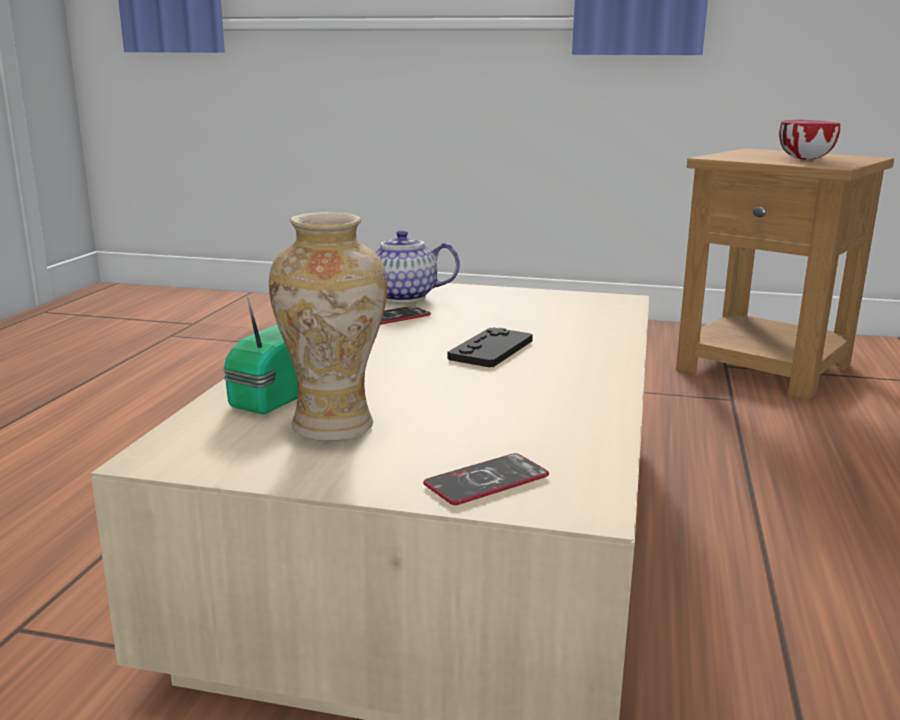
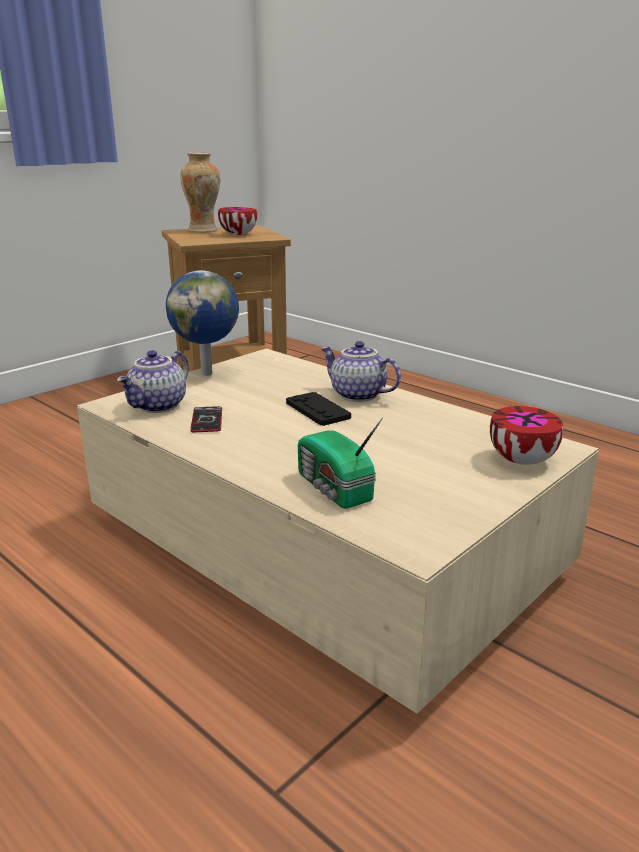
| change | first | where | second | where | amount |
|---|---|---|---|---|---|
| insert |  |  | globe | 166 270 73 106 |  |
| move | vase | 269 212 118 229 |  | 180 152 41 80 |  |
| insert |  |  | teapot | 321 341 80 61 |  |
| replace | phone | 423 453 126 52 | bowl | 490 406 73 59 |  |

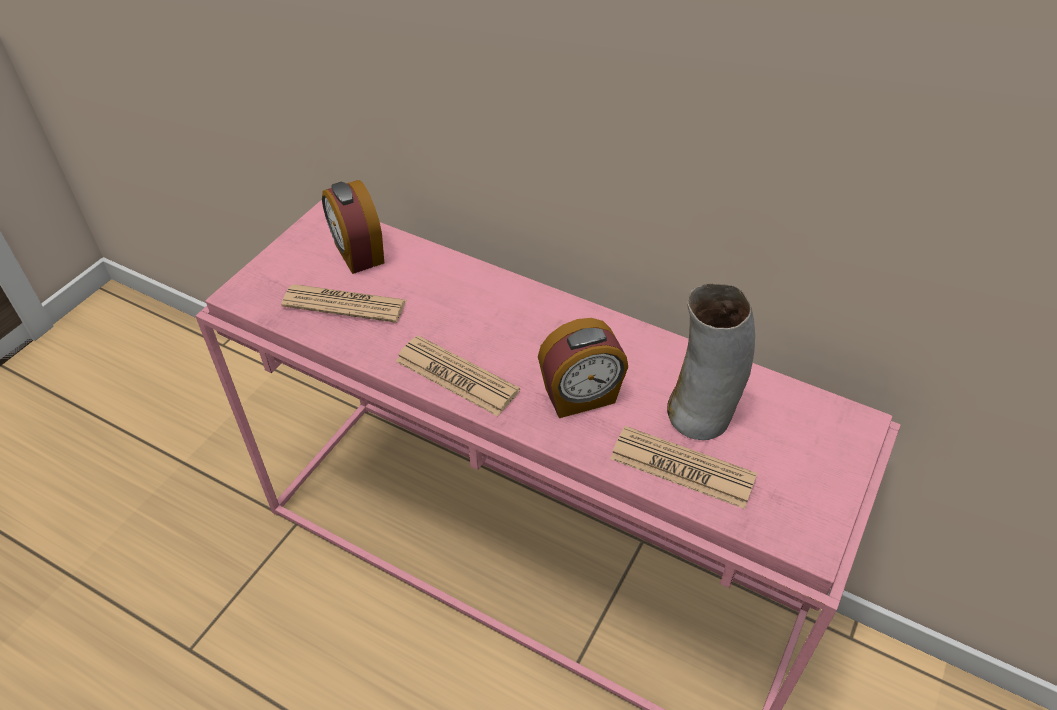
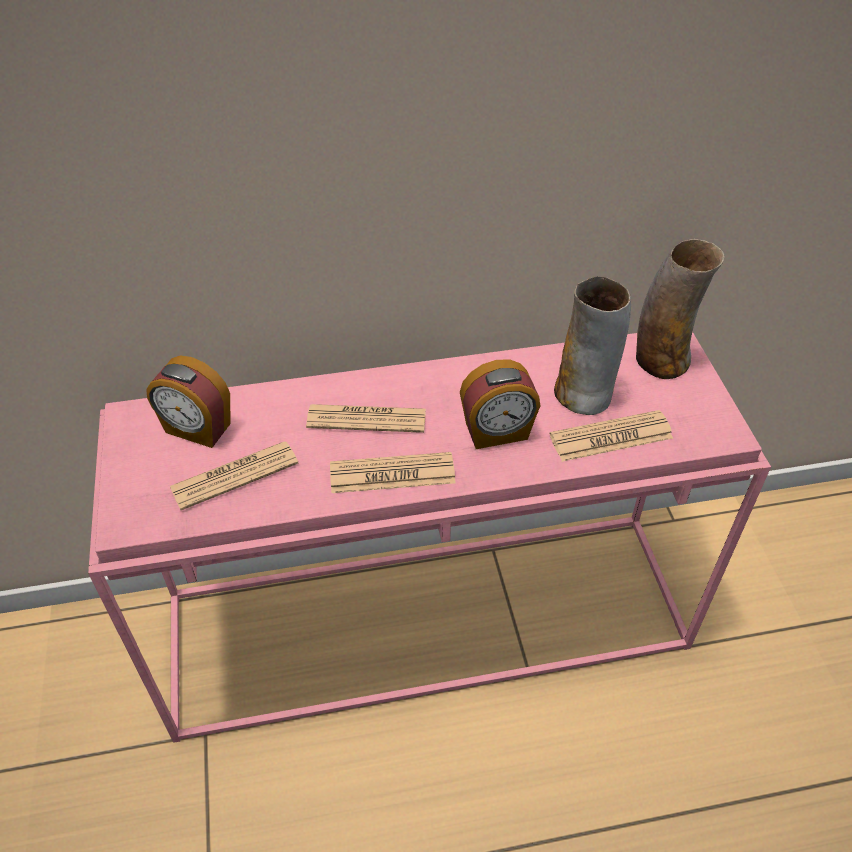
| change | first | where | second | where | amount |
|---|---|---|---|---|---|
| insert |  |  | newspaper | 306 404 120 29 |  |
| rotate | alarm clock | 538 318 90 100 |  | 460 359 80 90 | 45 degrees clockwise |
| insert |  |  | vase | 636 239 88 140 |  |

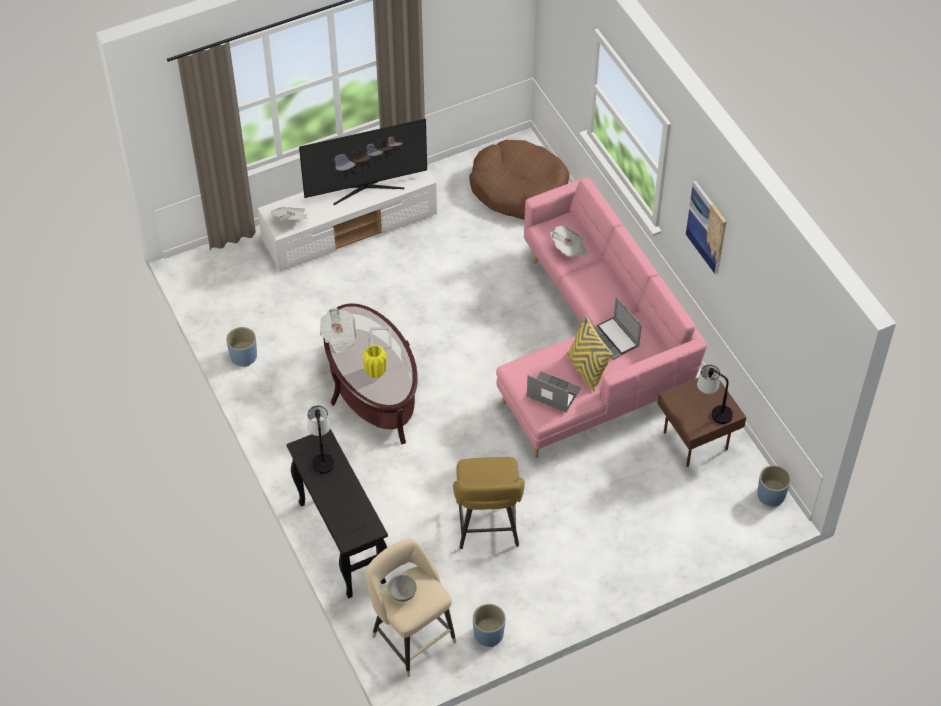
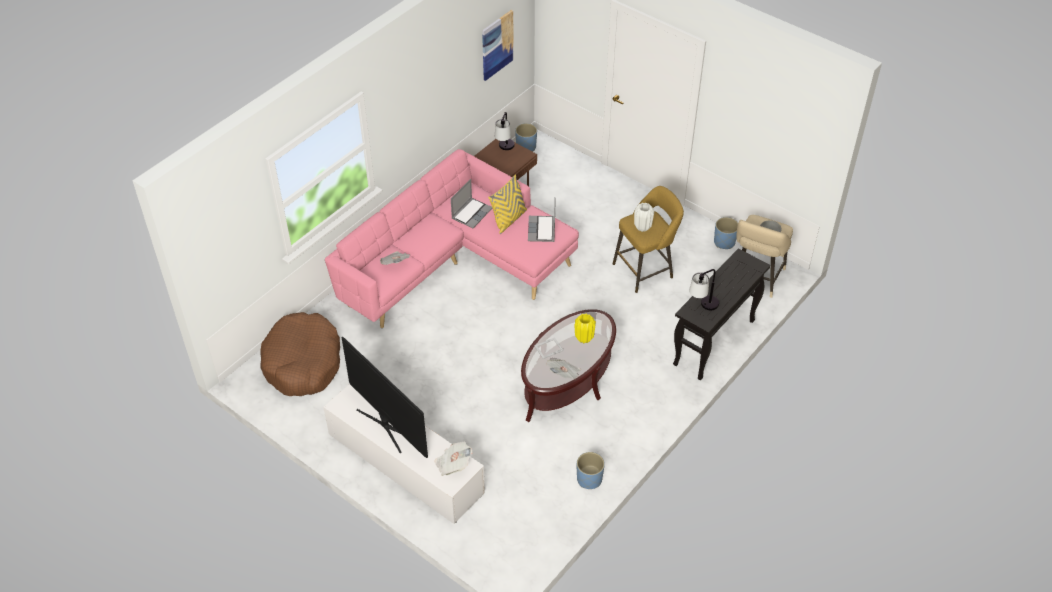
| change | first | where | second | where | amount |
|---|---|---|---|---|---|
| move | picture | 686 181 41 94 |  | 482 10 32 71 |  |
| insert |  |  | vase (white) | 634 203 20 29 |  |

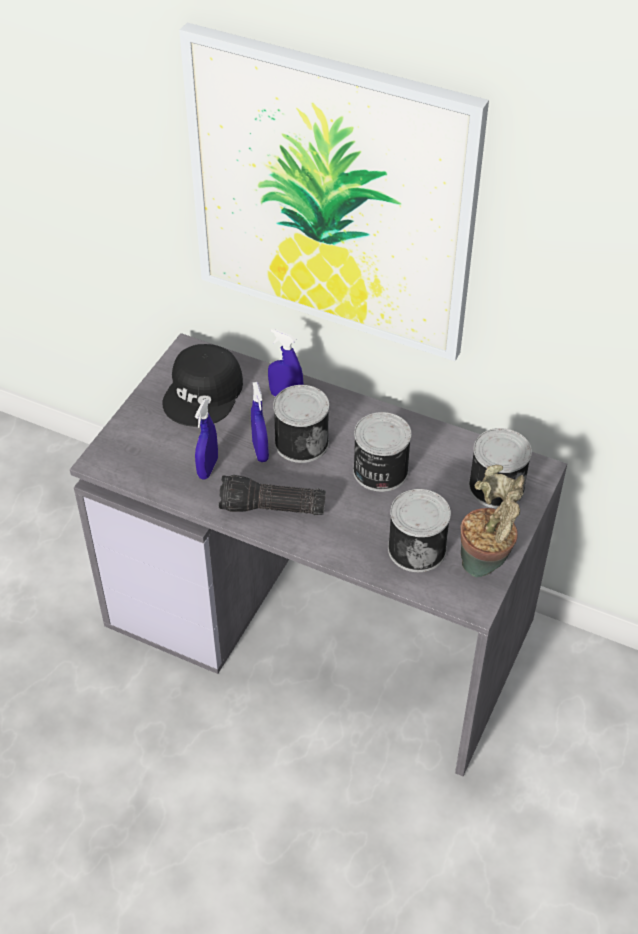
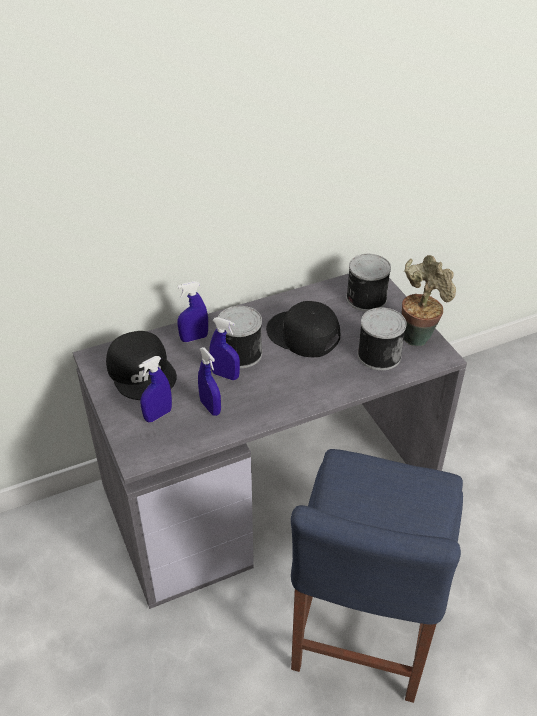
| change | first | where | second | where | amount |
|---|---|---|---|---|---|
| insert |  |  | spray bottle (blue) | 138 356 34 66 |  |
| replace | can | 353 412 59 80 | cap (black) | 266 301 74 56 |  |
| insert |  |  | chair (blue) | 291 449 172 254 |  |
| delete | picture | 179 23 310 338 |  |  |  |
| delete | flashlight | 219 475 107 40 |  |  |  |

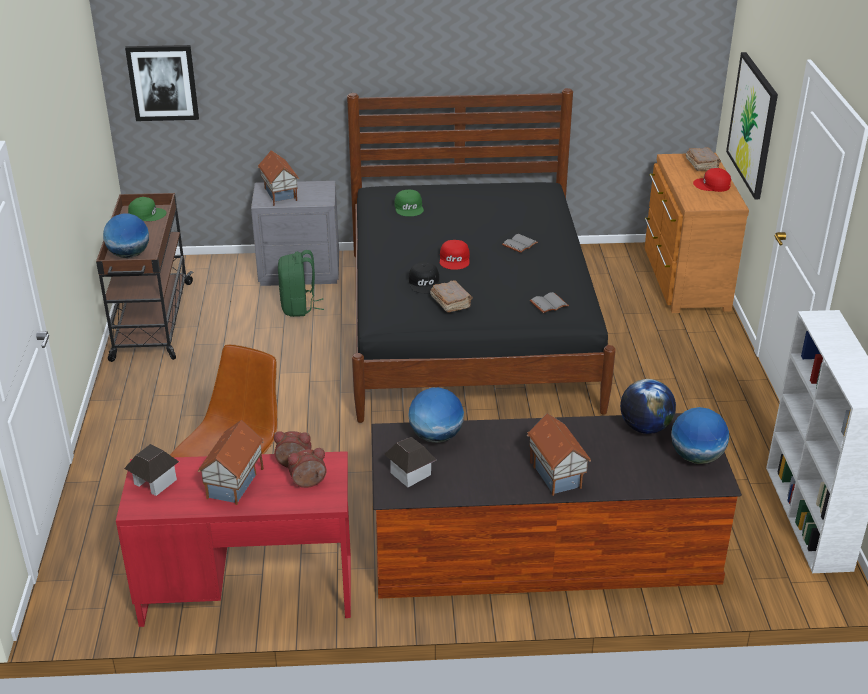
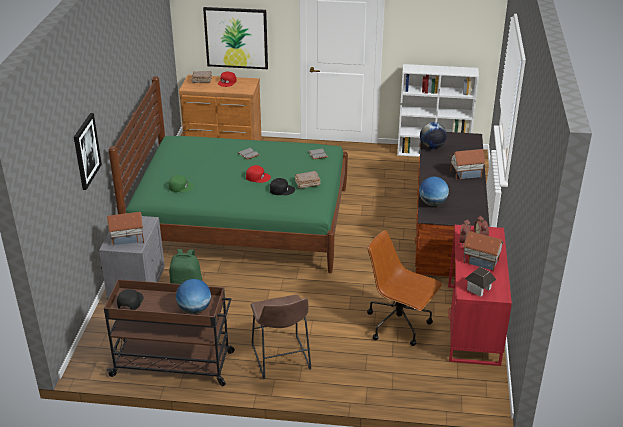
| change | first | where | second | where | amount |
|---|---|---|---|---|---|
| move | picture | 125 45 74 76 |  | 74 113 28 77 |  |
| recolor | bed (black) | 347 88 269 335 | bed (green) | 108 76 240 197 |  |
| recolor | cap (green) | 128 197 38 24 | cap (black) | 117 289 26 21 |  |
| insert |  |  | stool (brown) | 251 295 60 84 |  |
| delete | toy house | 384 437 52 50 |  |  |  |
| delete | globe | 671 407 58 57 |  |  |  |

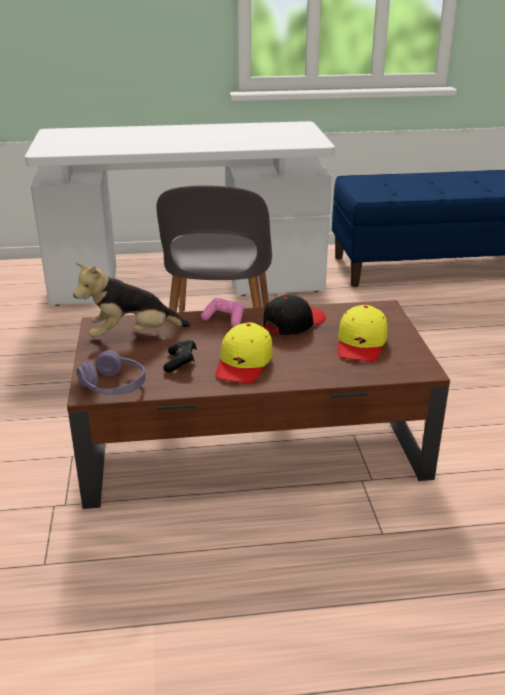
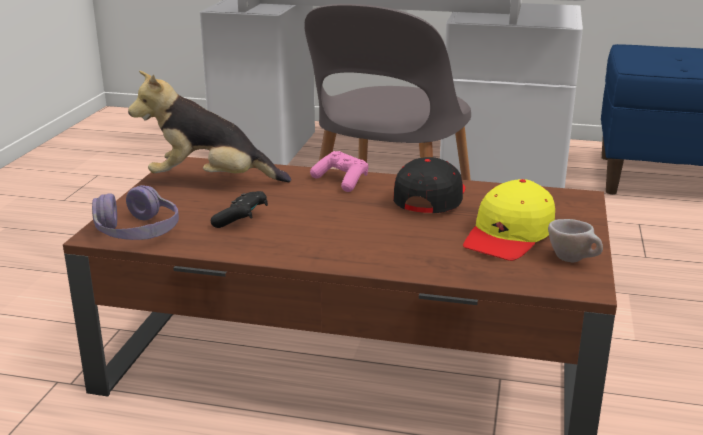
| change | first | where | second | where | amount |
|---|---|---|---|---|---|
| rotate | cap (black) | 263 295 63 40 |  | 393 157 72 56 | 45 degrees counterclockwise |
| insert |  |  | cup (beige) | 548 219 55 43 |  |
| delete | cap (yellow) | 215 322 58 61 |  |  |  |

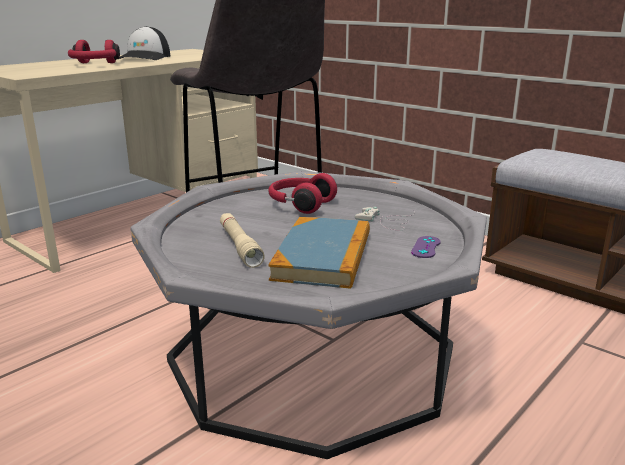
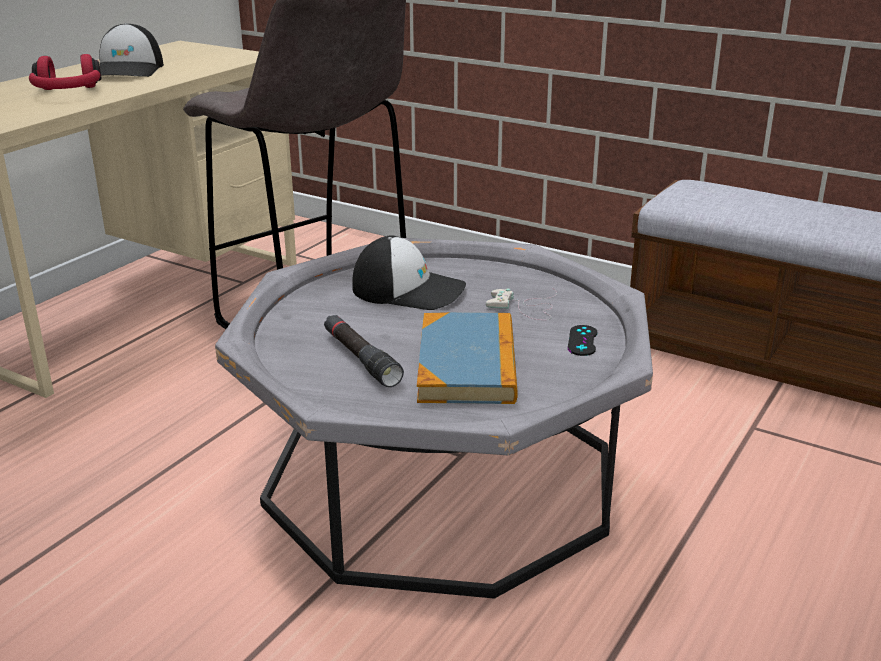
| change | first | where | second | where | amount |
|---|---|---|---|---|---|
| recolor | flashlight (beige) | 220 213 45 55 | flashlight (black) | 324 315 80 72 |  |
| replace | headphones (red) | 268 173 69 41 | cap | 352 235 114 75 |  |
| recolor | game controller (purple) | 411 236 30 22 | game controller (black) | 568 325 30 31 |  |

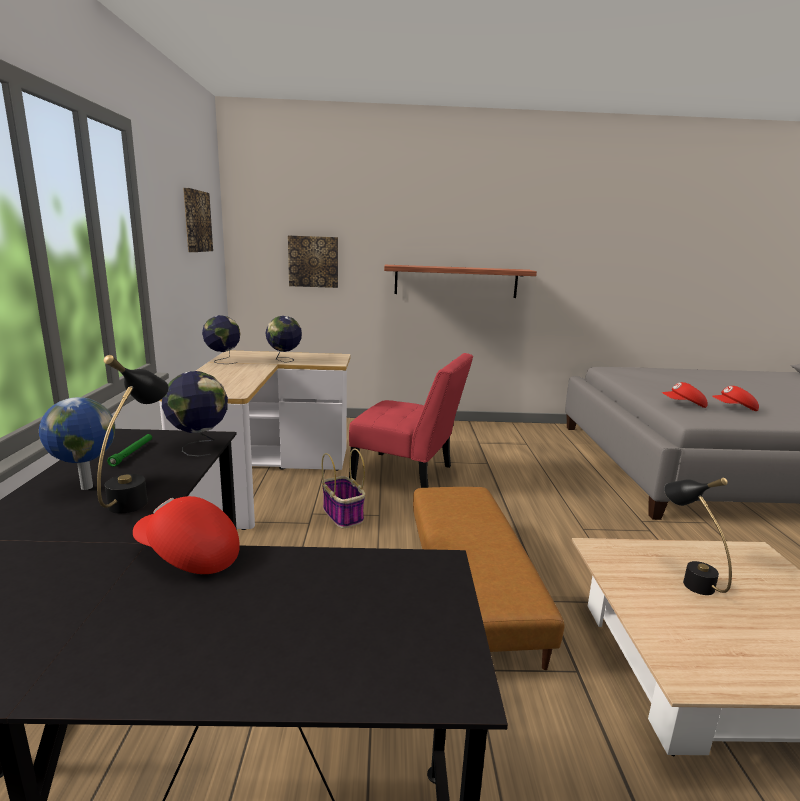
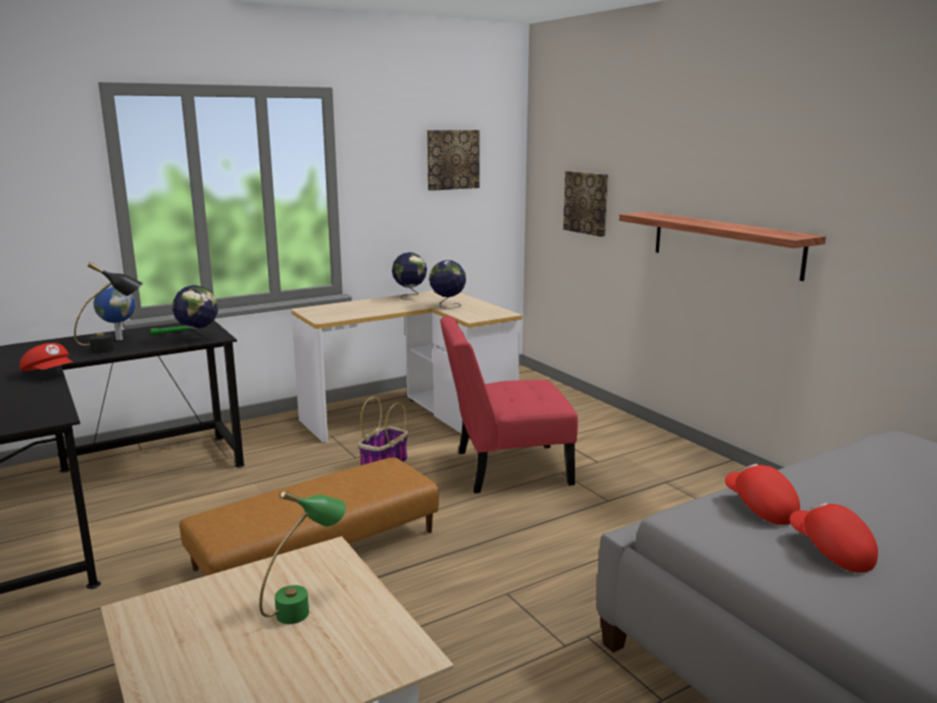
| change | first | where | second | where | amount |
|---|---|---|---|---|---|
| rotate | cap (red) | 133 496 107 78 |  | 20 343 52 28 | 135 degrees clockwise |
| recolor | table lamp (black) | 664 478 68 117 | table lamp (green) | 259 490 87 134 |  |
| rotate | chair (red) | 349 353 124 135 |  | 440 316 138 177 | 90 degrees clockwise |

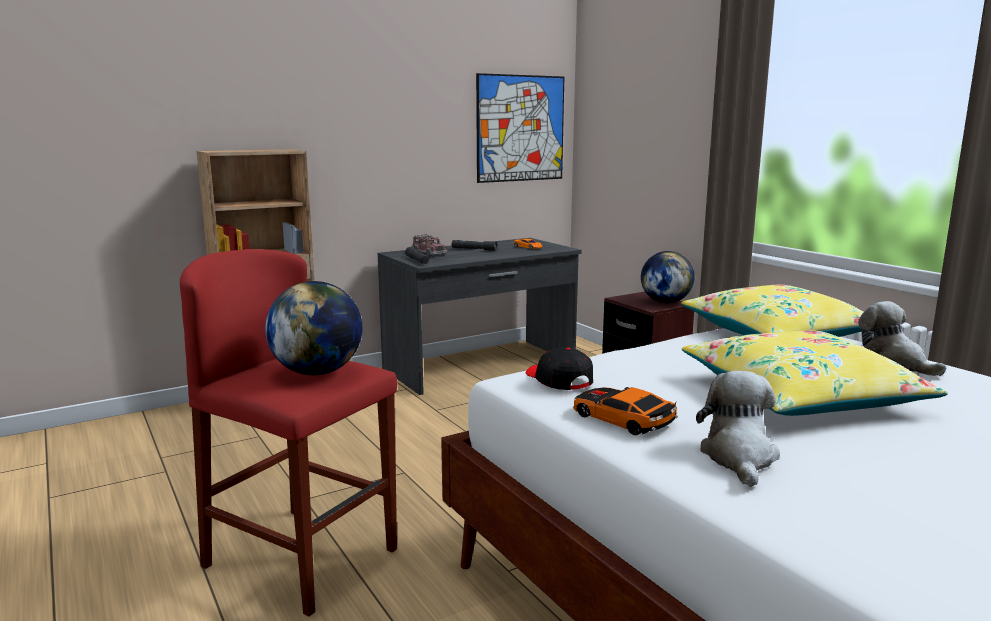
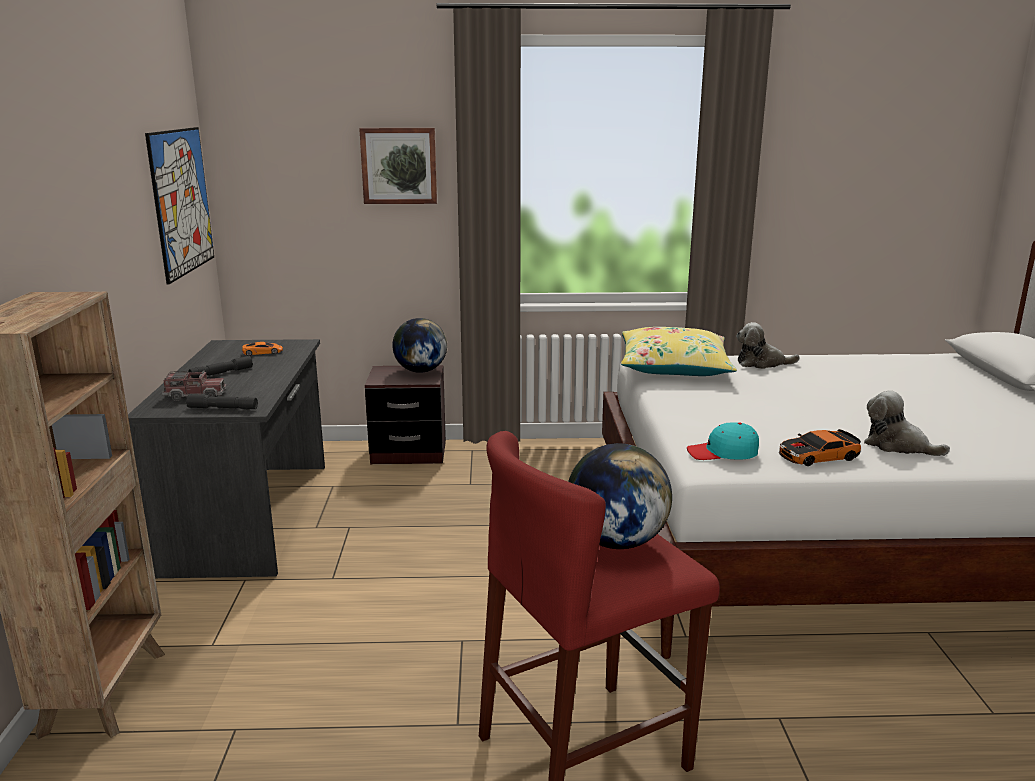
| change | first | where | second | where | amount |
|---|---|---|---|---|---|
| insert |  |  | picture | 359 128 78 76 |  |
| recolor | cap (black) | 526 347 67 43 | cap (turquoise) | 687 422 72 38 |  |
| delete | pillow (yellow) | 682 330 266 86 |  |  |  |

